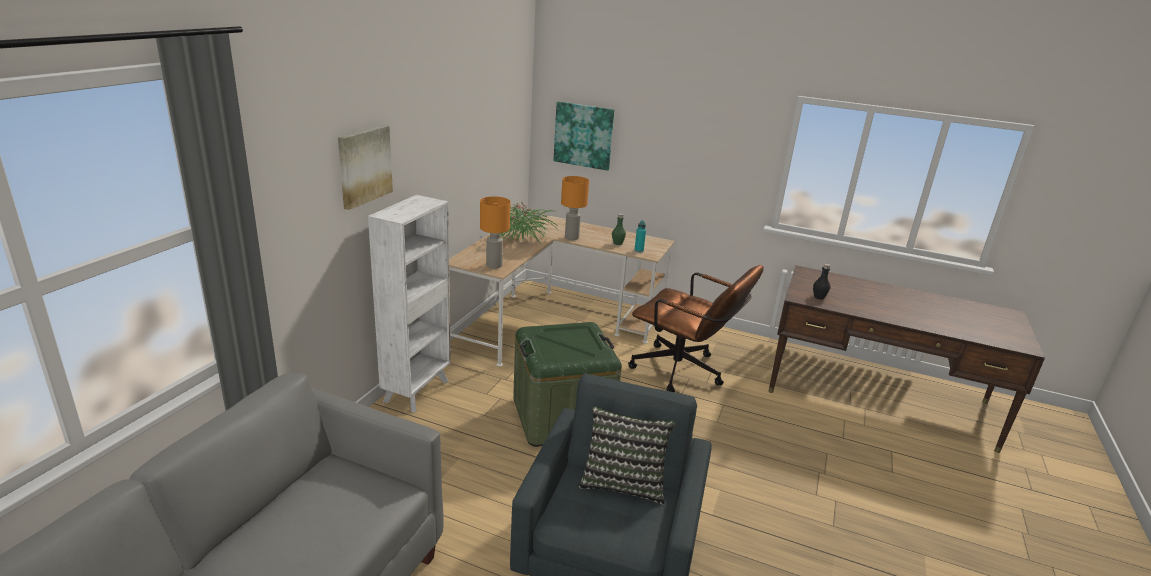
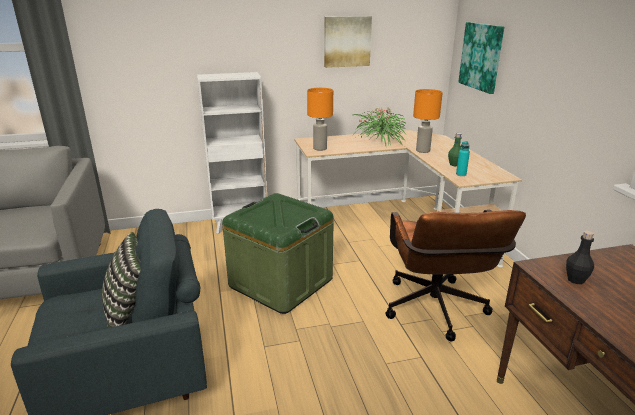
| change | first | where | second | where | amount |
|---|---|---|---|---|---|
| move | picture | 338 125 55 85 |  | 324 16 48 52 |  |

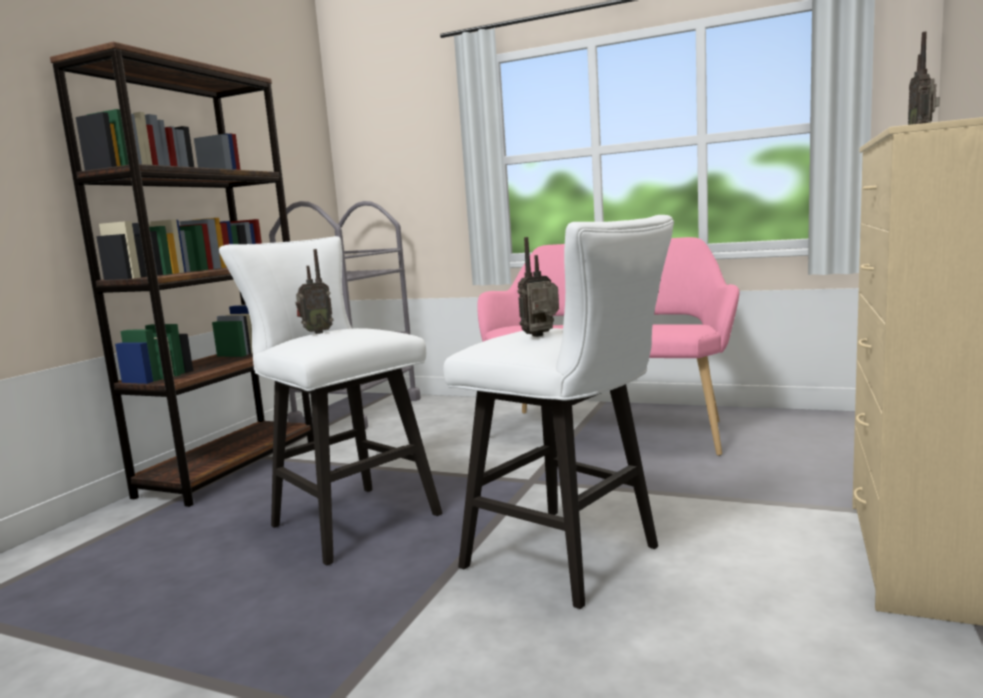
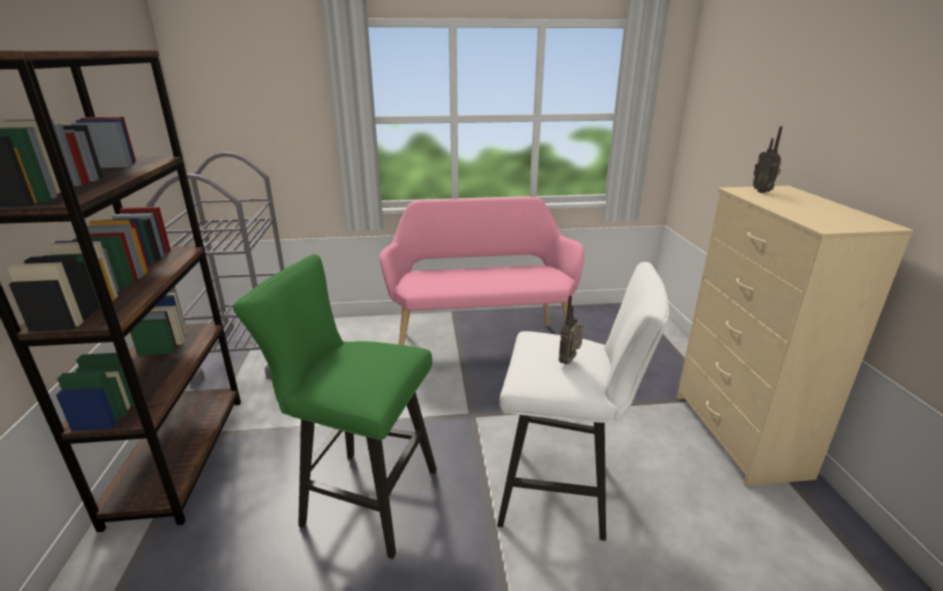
| change | first | where | second | where | amount |
|---|---|---|---|---|---|
| recolor | stool (white) | 219 236 223 330 | stool (green) | 233 254 204 305 |  |
| delete | radio | 295 249 38 85 |  |  |  |

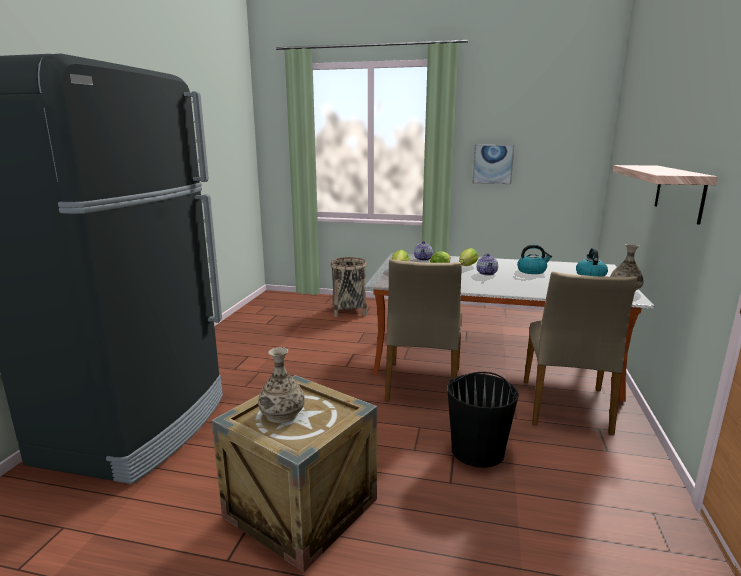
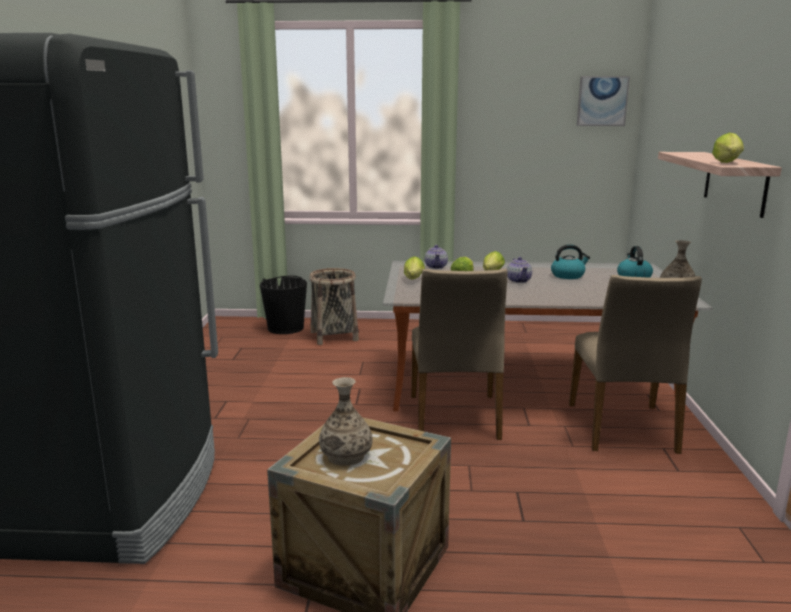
| change | first | where | second | where | amount |
|---|---|---|---|---|---|
| move | bucket (black) | 447 372 72 96 |  | 260 276 47 58 |  |
| move | picture | 473 145 41 39 |  | 577 76 53 50 |  |
| insert |  |  | lettuce | 712 132 32 31 |  |

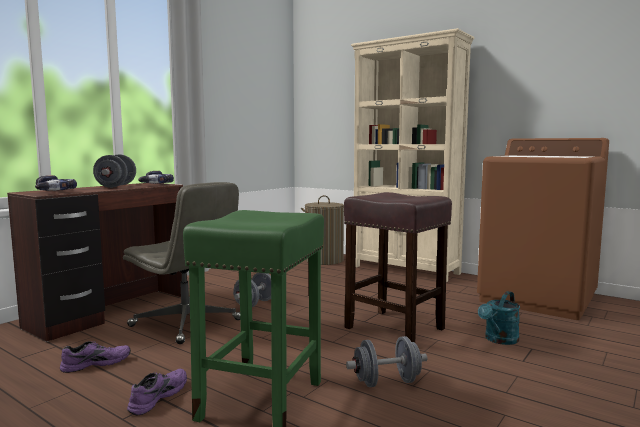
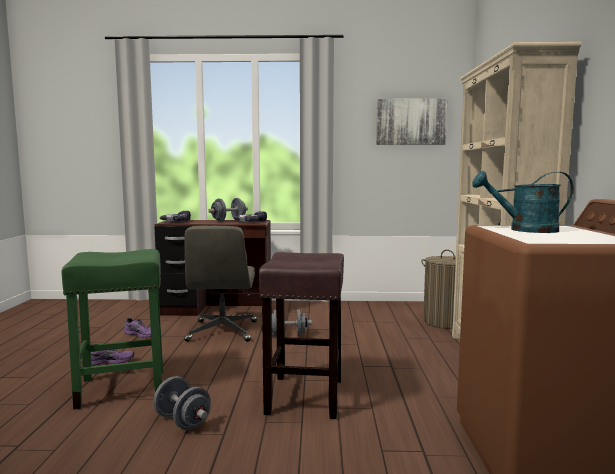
| change | first | where | second | where | amount |
|---|---|---|---|---|---|
| insert |  |  | picture | 376 99 72 46 |  |
| move | watering can (turquoise) | 478 291 42 54 |  | 472 171 102 62 |  |

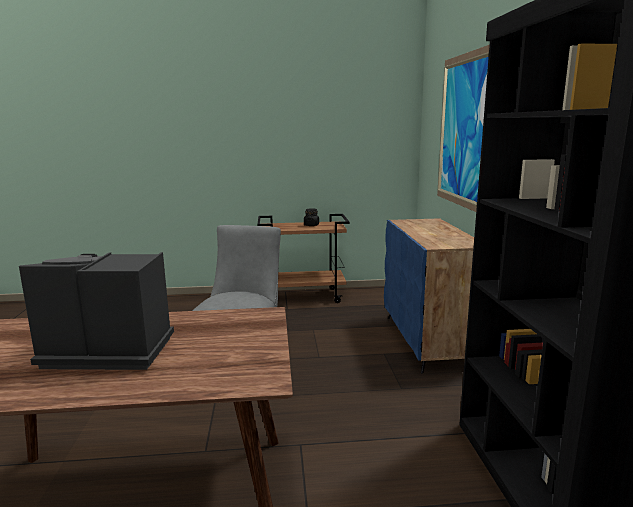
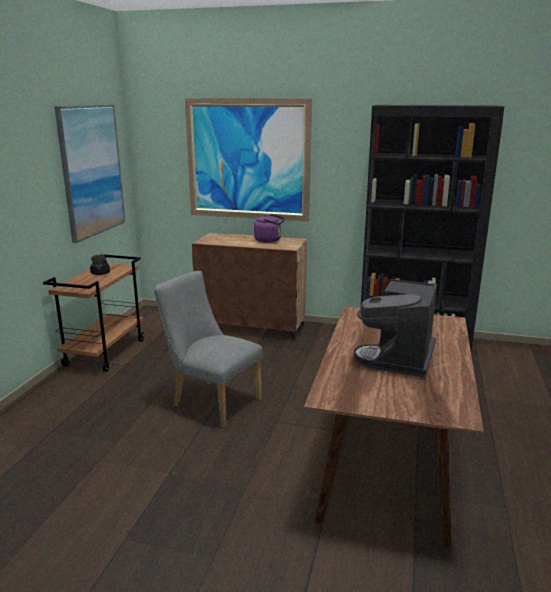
| change | first | where | second | where | amount |
|---|---|---|---|---|---|
| insert |  |  | picture | 54 105 71 138 |  |
| recolor | cabinet (blue) | 384 218 90 155 | cabinet (brown) | 192 233 115 107 |  |
| insert |  |  | kettle (purple) | 254 214 31 29 |  |

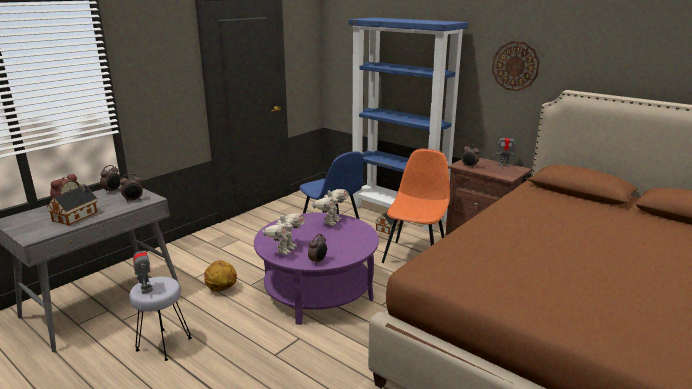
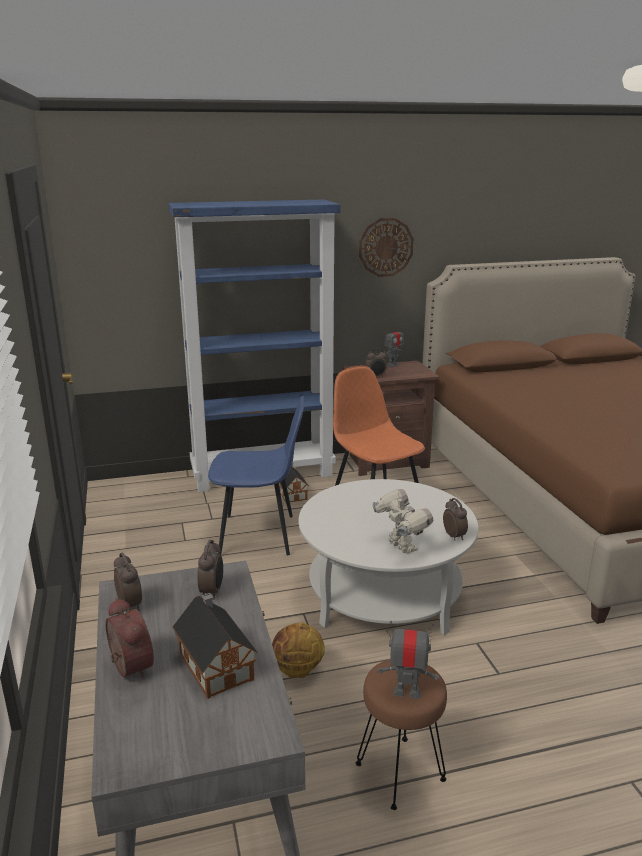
| change | first | where | second | where | amount |
|---|---|---|---|---|---|
| recolor | coffee table (purple) | 254 213 125 112 | coffee table (white) | 299 479 179 156 |  |
| recolor | stool (grey) | 130 277 62 84 | stool (brown) | 356 659 91 151 |  |
| delete | toy robot | 312 188 37 37 |  |  |  |

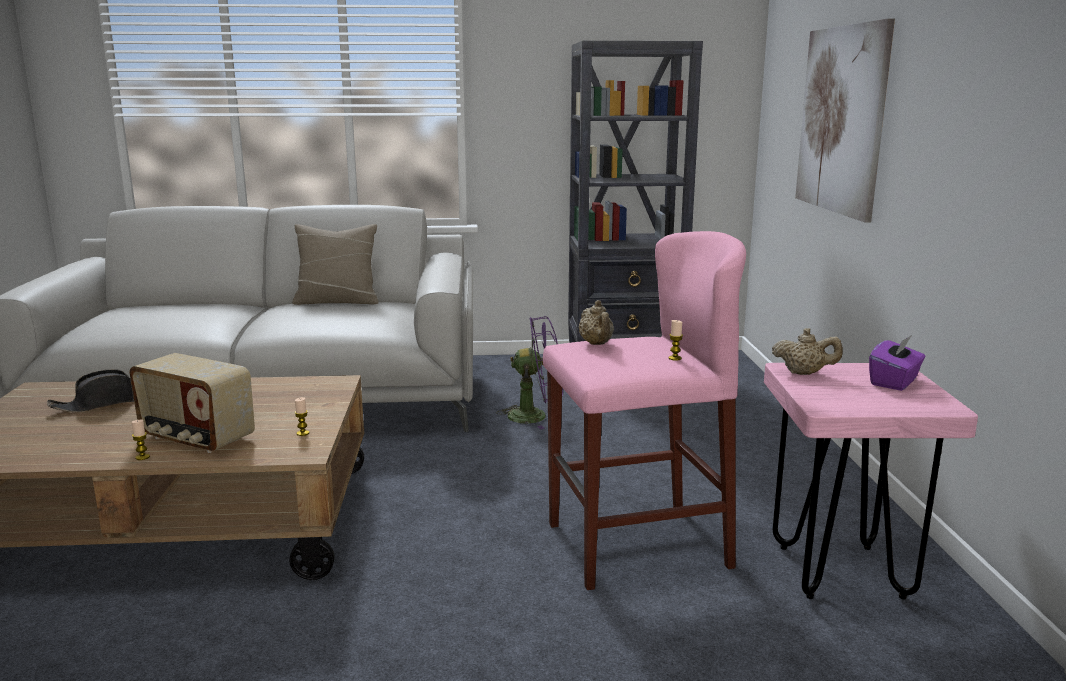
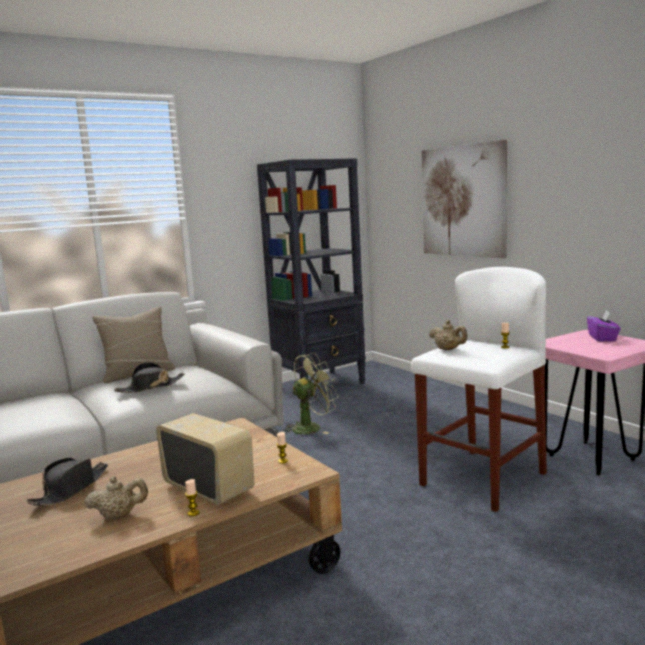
| change | first | where | second | where | amount |
|---|---|---|---|---|---|
| move | teapot (beige) | 772 328 71 47 |  | 85 476 63 44 |  |
| insert |  |  | hat (black) | 114 362 70 31 |  |
| rotate | radio | 129 353 126 100 |  | 156 413 98 92 | 135 degrees counterclockwise |
| recolor | fan (purple) | 496 316 67 113 | fan (green) | 282 352 57 82 |  |
| recolor | stool (pink) | 543 231 203 359 | stool (white) | 411 267 136 245 |  |

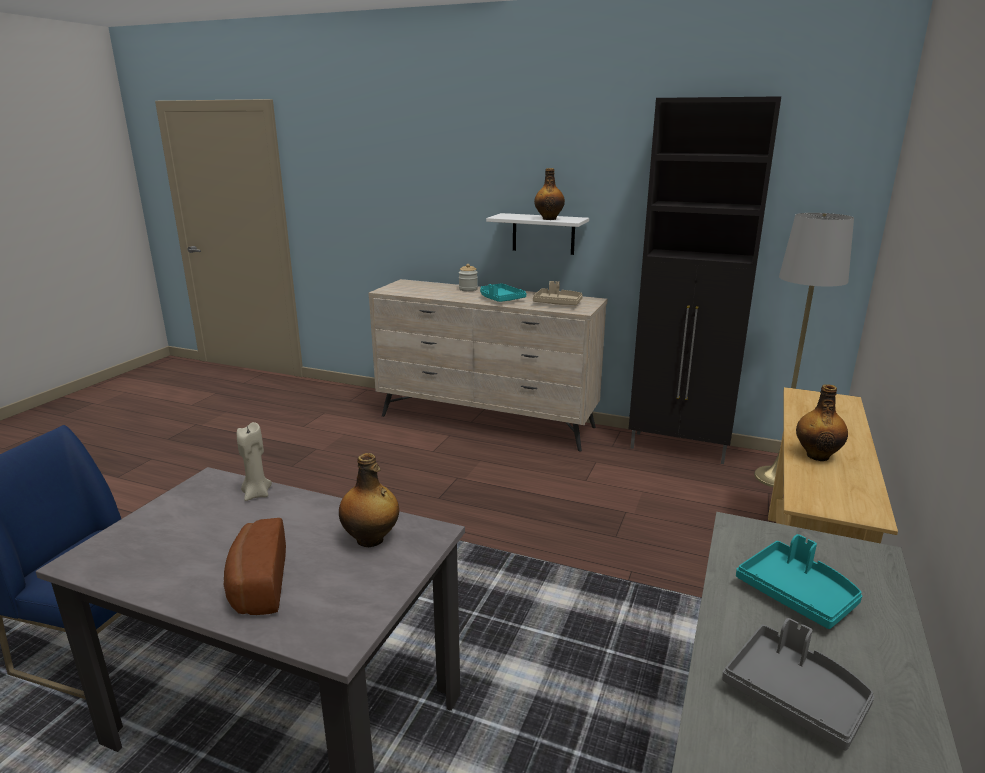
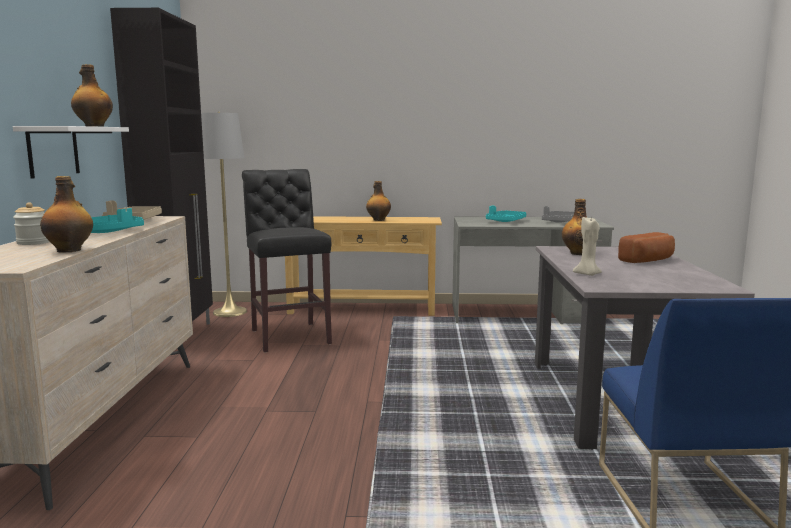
| change | first | where | second | where | amount |
|---|---|---|---|---|---|
| insert |  |  | bottle | 40 176 53 77 |  |
| insert |  |  | stool (black) | 242 169 90 184 |  |

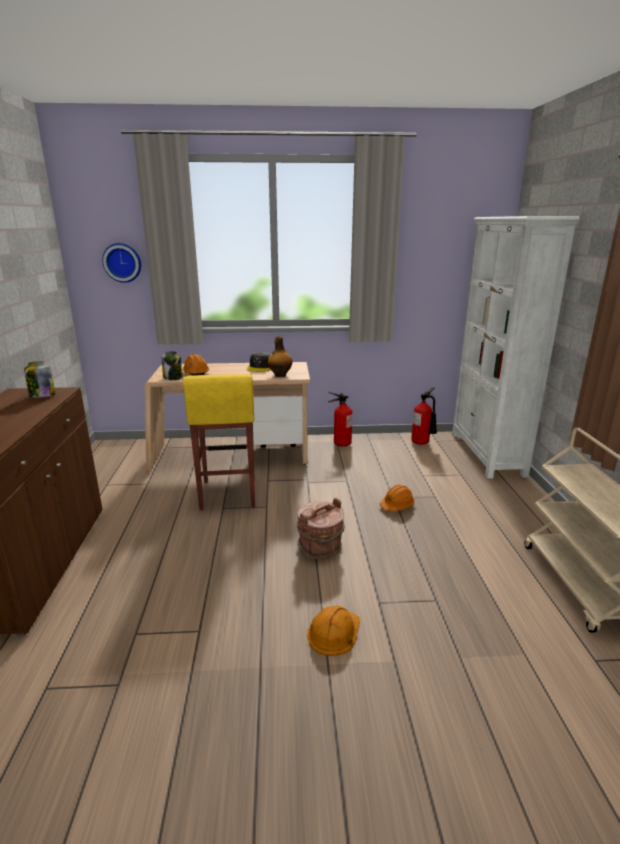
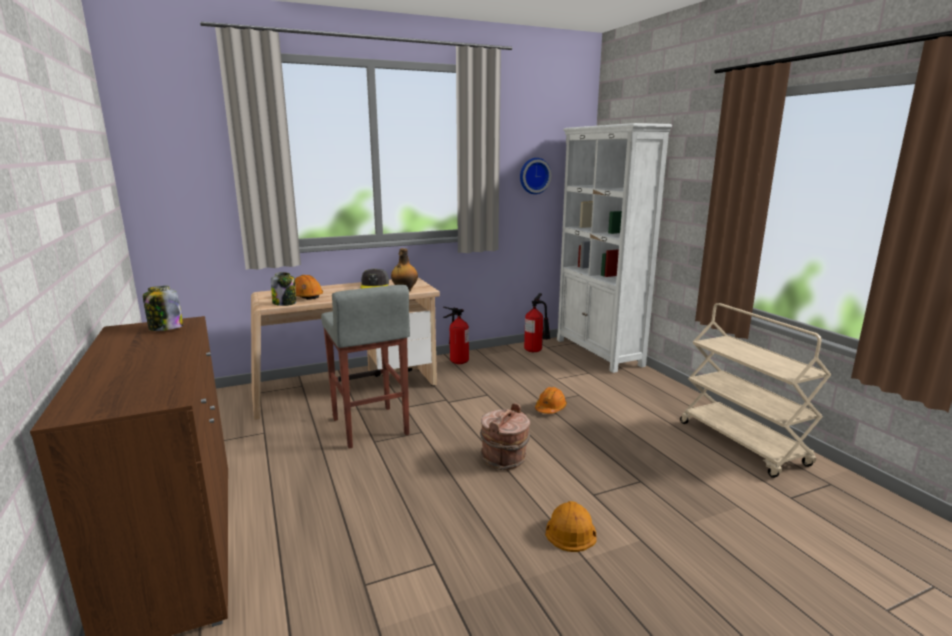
| change | first | where | second | where | amount |
|---|---|---|---|---|---|
| recolor | stool (yellow) | 183 374 72 136 | stool (grey) | 321 285 89 164 |  |
| move | wall clock | 102 243 39 40 |  | 520 158 31 36 |  |

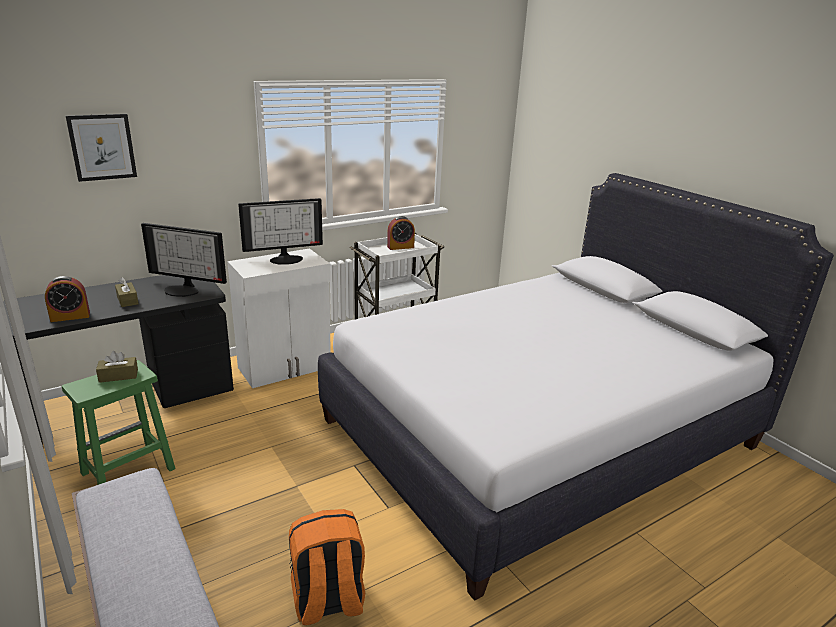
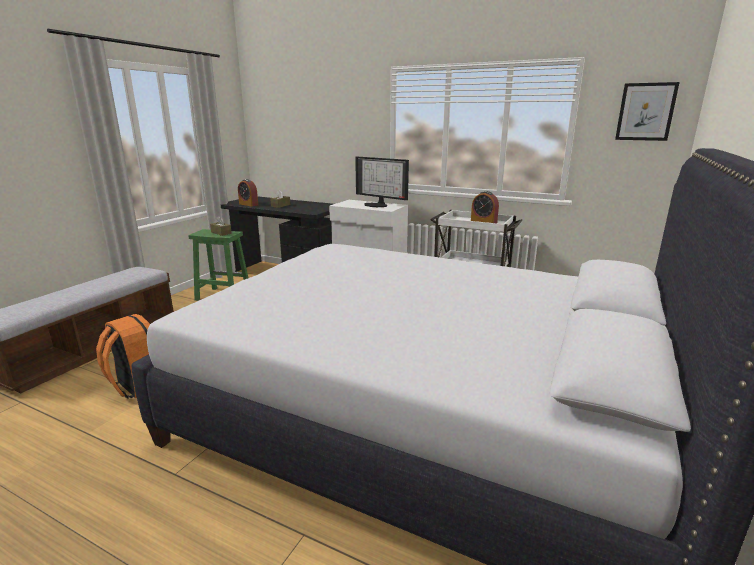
| change | first | where | second | where | amount |
|---|---|---|---|---|---|
| move | picture | 66 114 71 68 |  | 615 82 65 59 |  |
| delete | monitor | 141 223 86 74 |  |  |  |

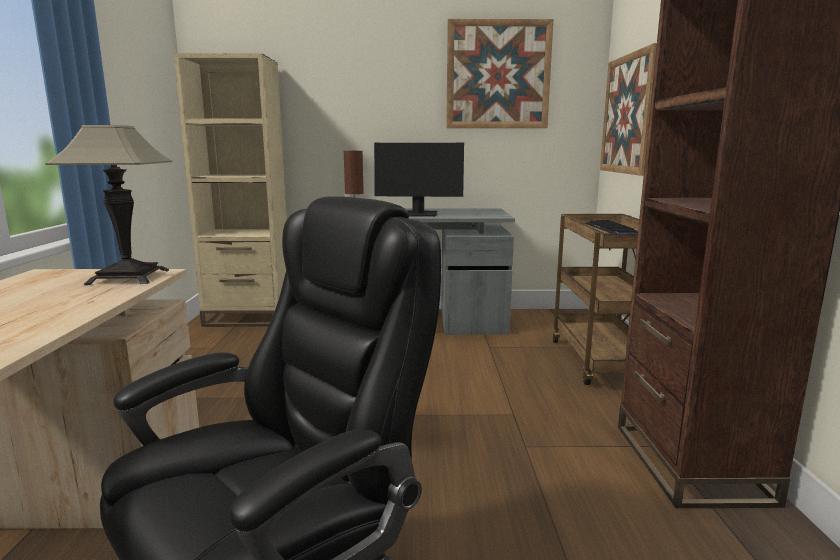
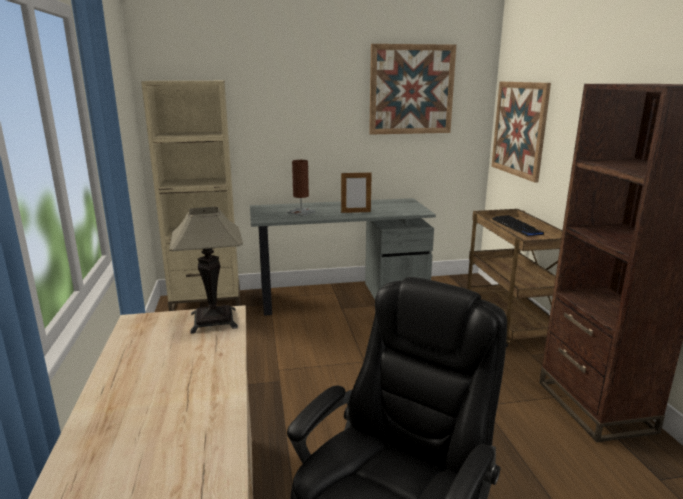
| change | first | where | second | where | amount |
|---|---|---|---|---|---|
| replace | monitor | 374 143 90 74 | picture frame | 341 171 31 42 |  |

